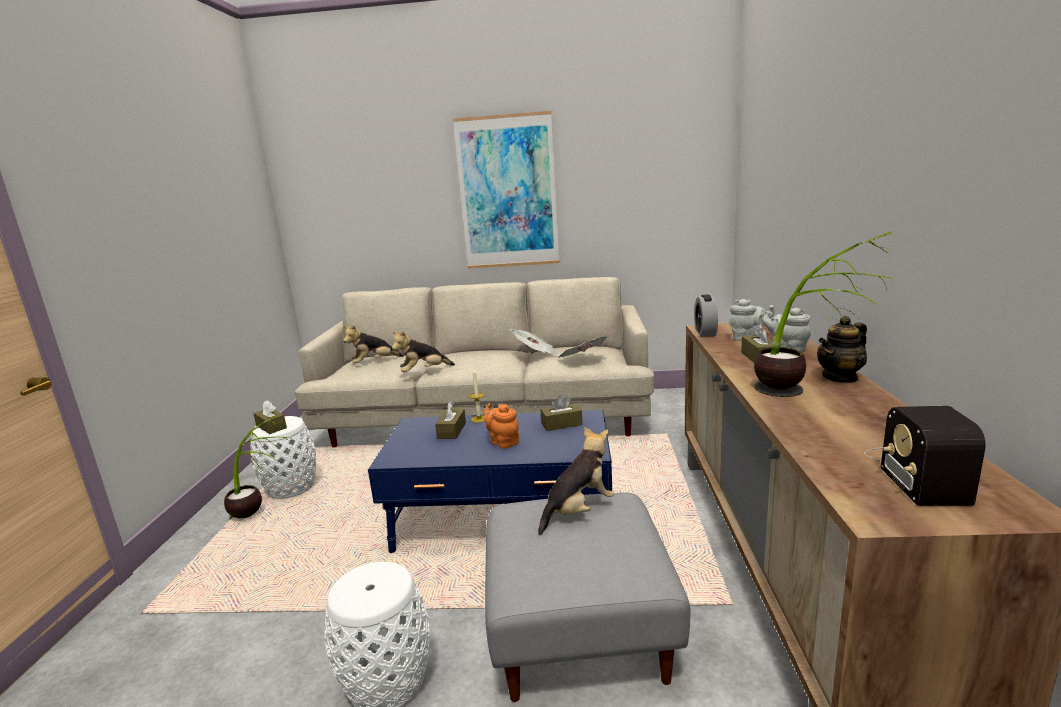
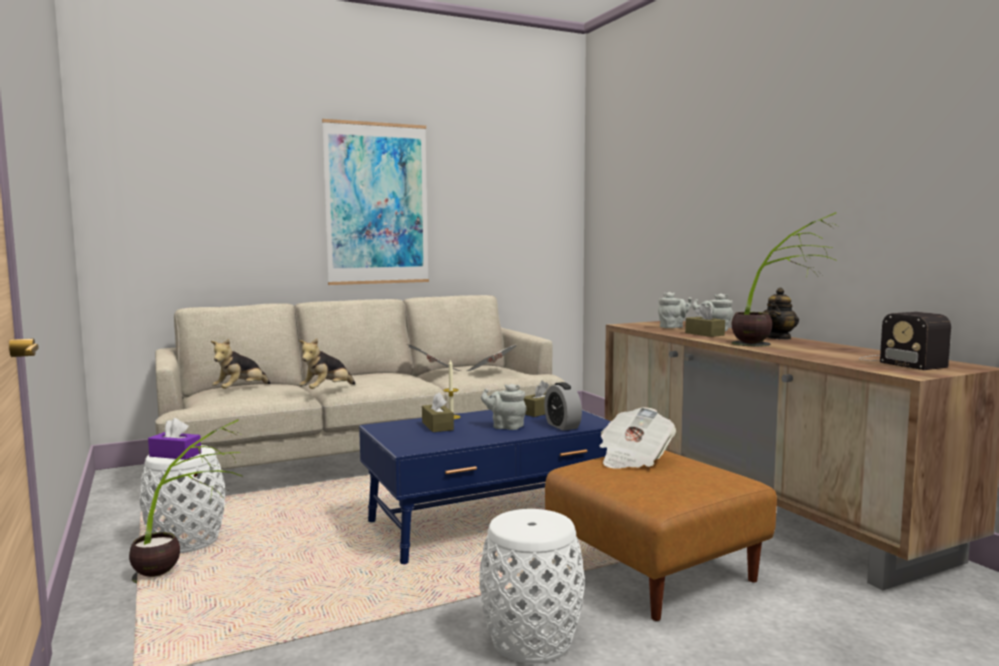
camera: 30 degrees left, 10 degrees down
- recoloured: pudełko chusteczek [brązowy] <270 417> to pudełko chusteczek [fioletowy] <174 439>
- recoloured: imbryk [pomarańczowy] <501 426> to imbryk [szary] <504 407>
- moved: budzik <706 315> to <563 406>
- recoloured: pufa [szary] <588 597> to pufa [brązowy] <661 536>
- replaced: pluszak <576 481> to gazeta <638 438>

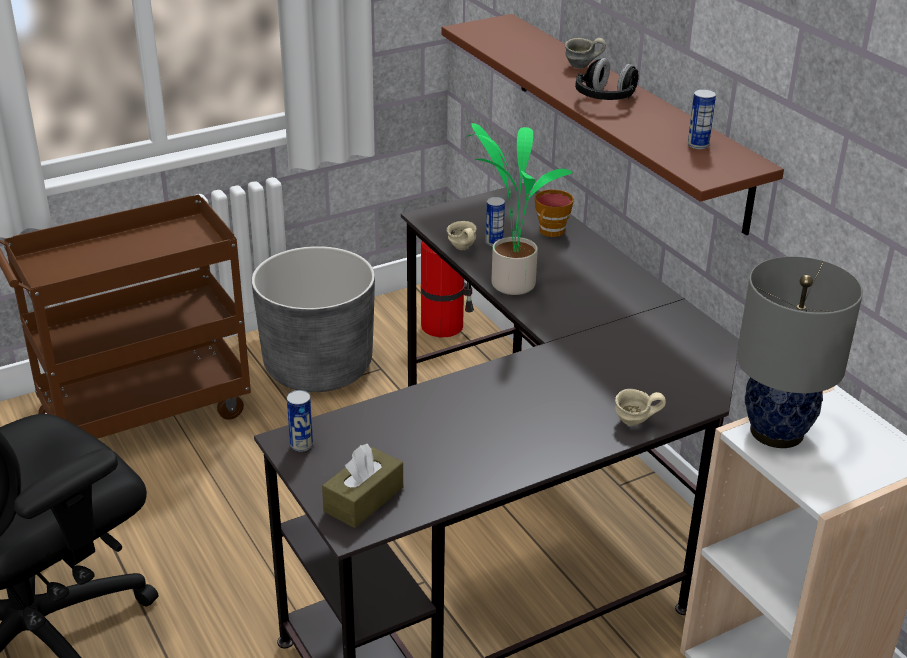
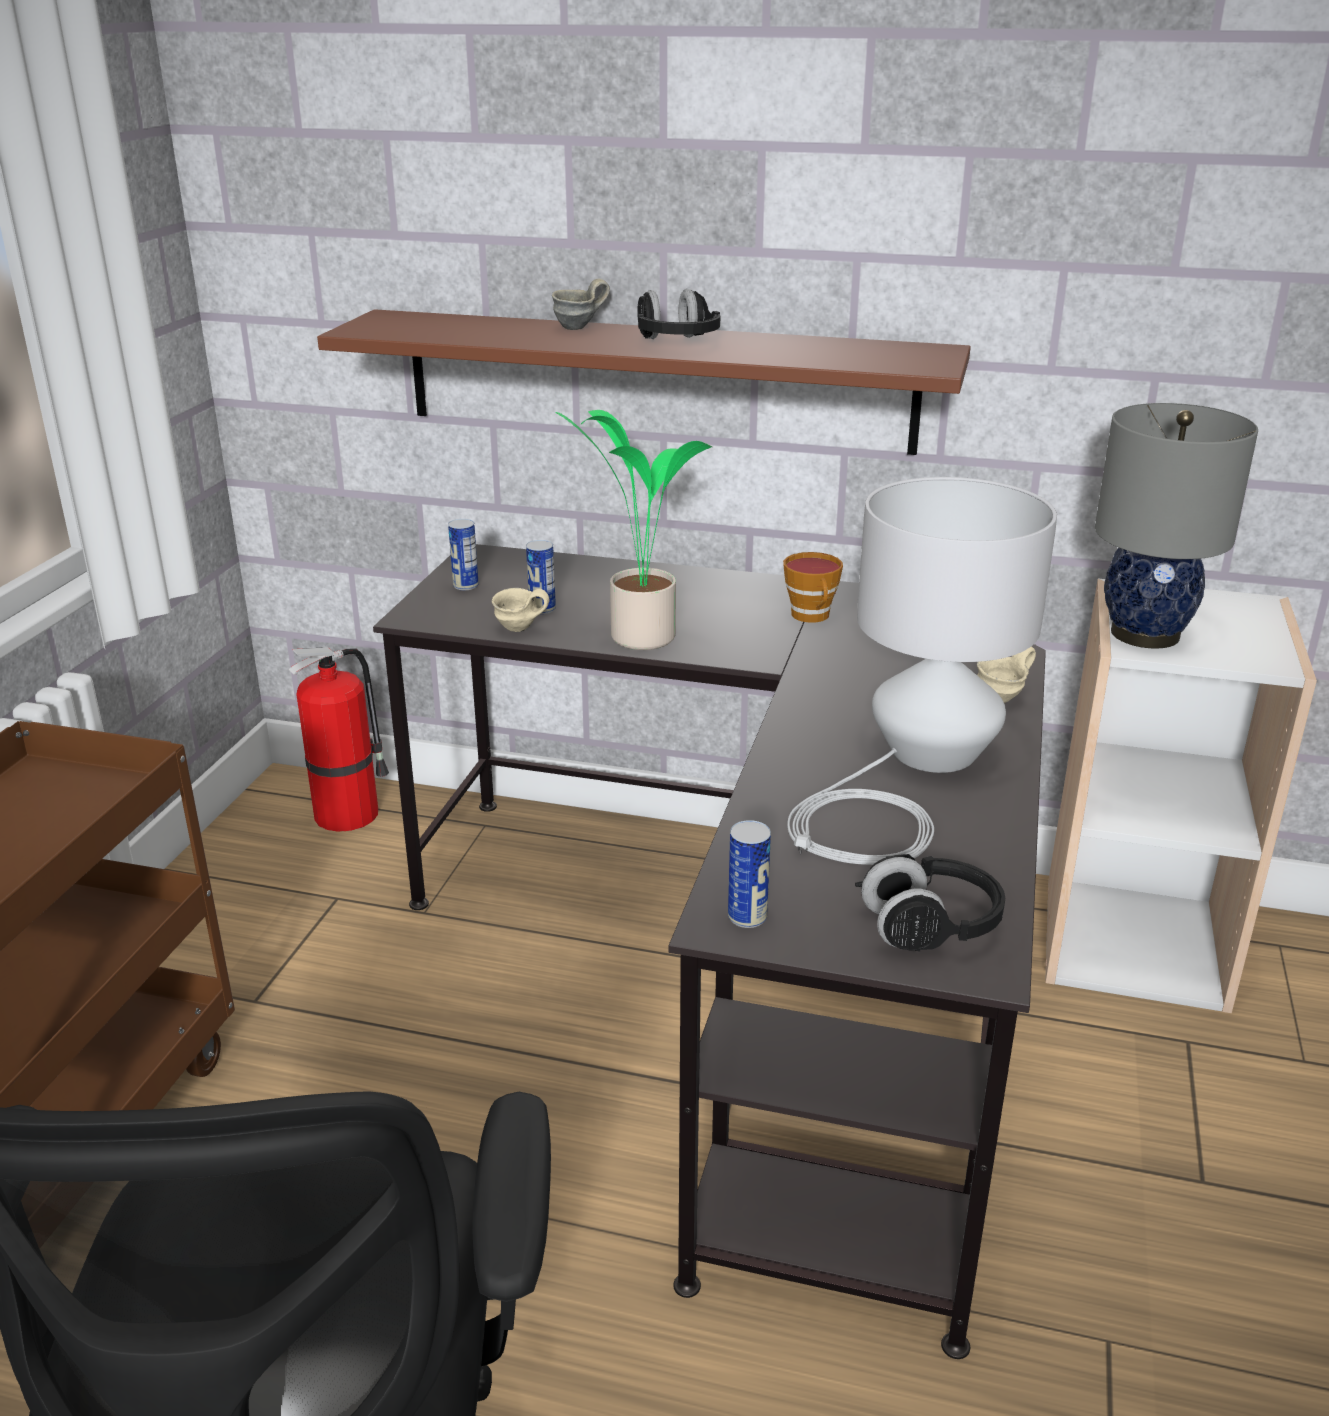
camera: 45 degrees left, 5 degrees down
- moved: puszka <702 119> to <463 554>
- moved: filiżanka <554 213> to <813 587>
- added: lampa stołowa [biały] <922 671>
- replaced: pudełko chusteczek [brązowy] <362 486> to słuchawki [czarny] <930 903>
- removed: donica [szary] <313 319>

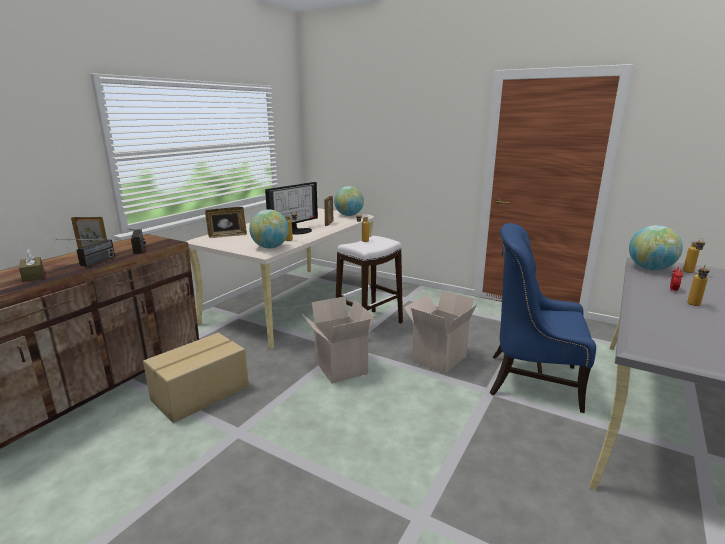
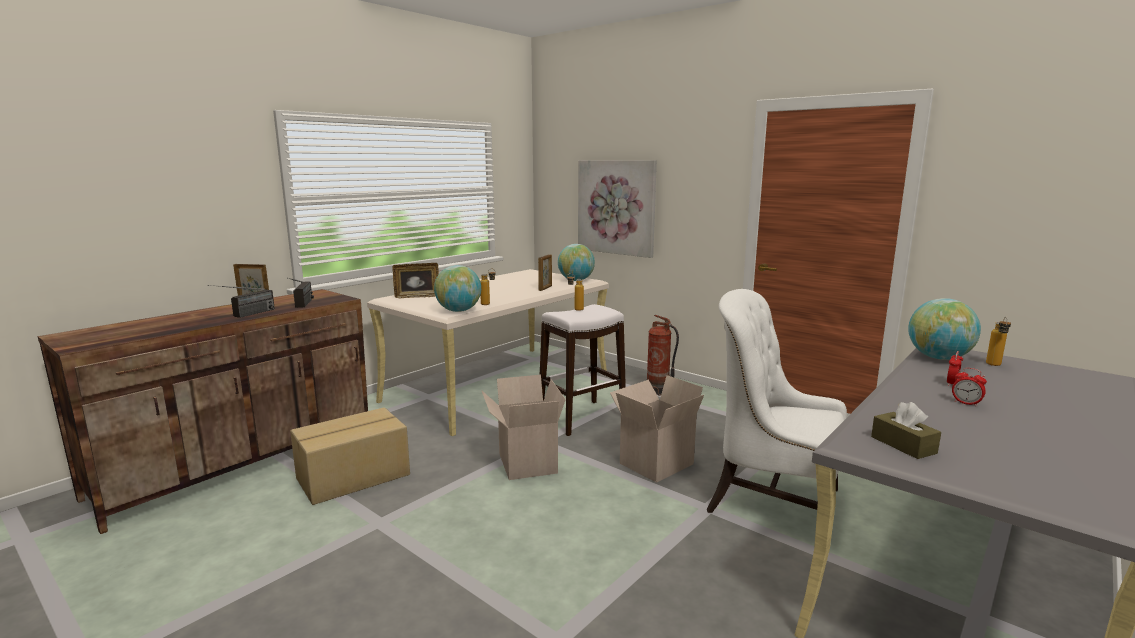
camera: 10 degrees right, 5 degrees down
- added: obraz <617 209>
- added: gaśnica <663 355>
- recoloured: krzesło [niebieski] <543 318> to krzesło [biały] <777 401>
- moved: pudełko chusteczek [brązowy] <31 265> to <906 430>
- replaced: butelka <698 285> to budzik <969 387>
- removed: monitor <291 208>

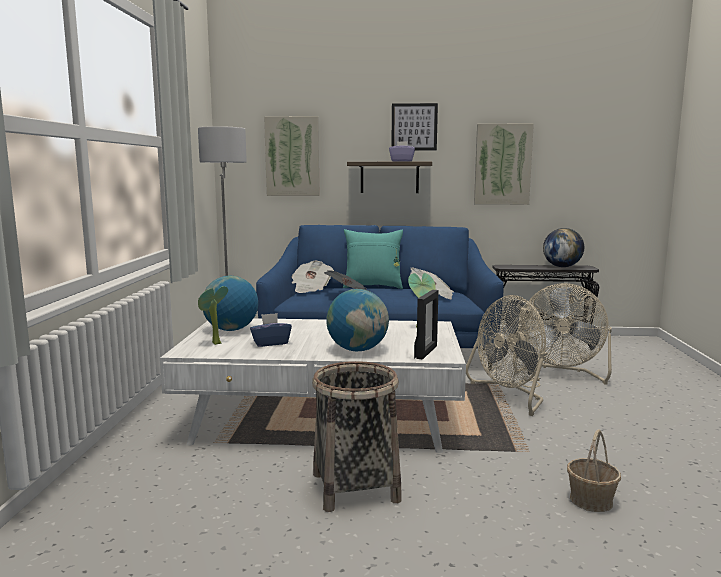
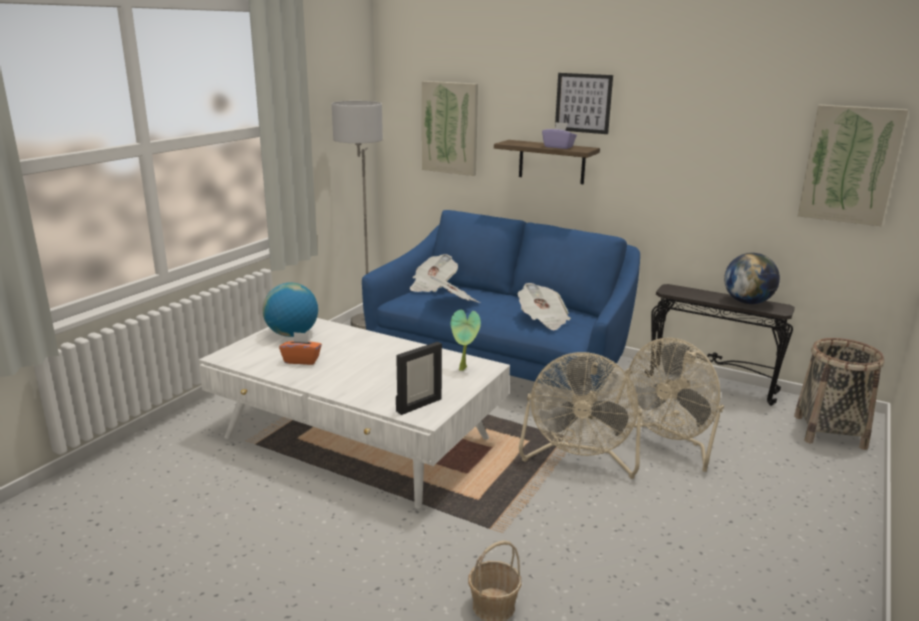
camera: 25 degrees right, 10 degrees up
- recoloured: pudełko chusteczek [niebieski] <271 330> to pudełko chusteczek [pomarańczowy] <300 348>
- turned: wentylator [beżowy] <507 355> = <580 415> 75 degrees counterclockwise
- moved: koszyk <357 436> to <839 394>
- moved: obraz <504 164> to <853 165>
- removed: roślina doniczkowa <213 315>
- removed: globus <357 320>
- removed: poduszka [turkusowy] <373 259>

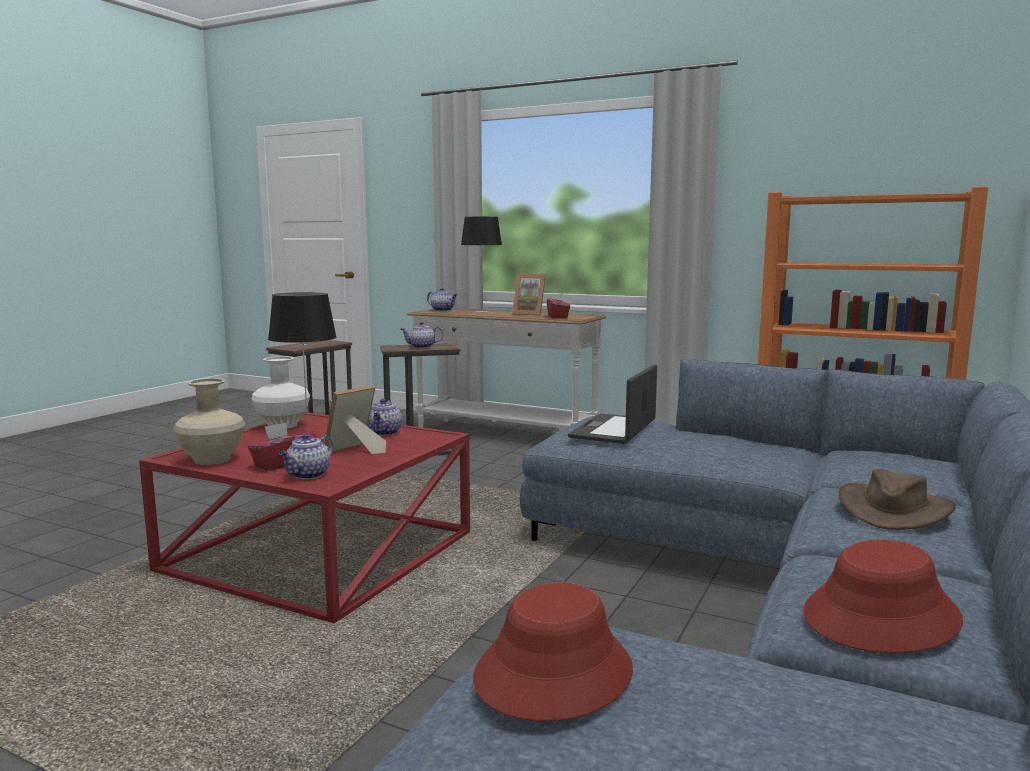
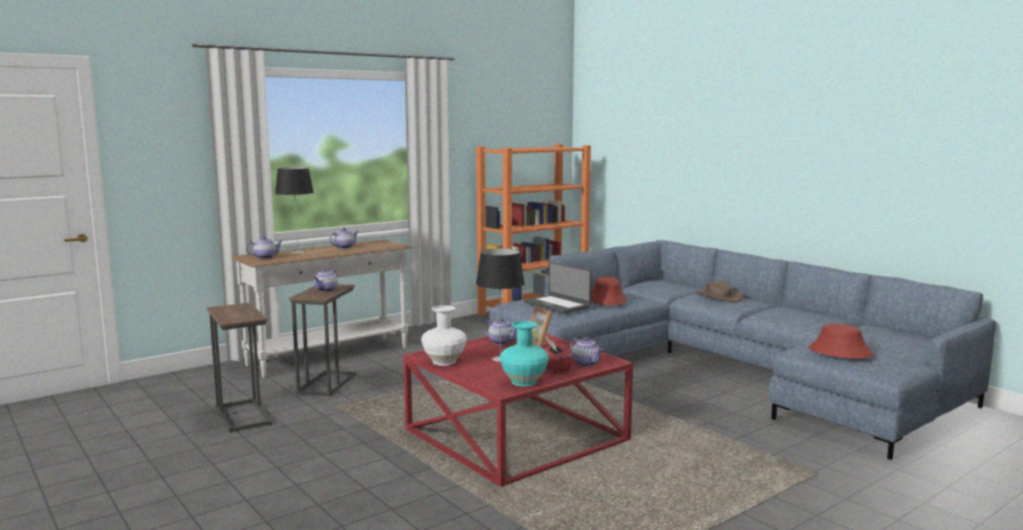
camera: 65 degrees left, 0 degrees up
- replaced: ramka na zdjęcie <529 295> to imbryk <344 238>
- recoloured: wazon [beżowy] <209 421> to wazon [turkusowy] <524 353>
- moved: kapelusz [czerwony] <883 596> to <609 291>
- removed: pudełko chusteczek [czerwony] <558 305>

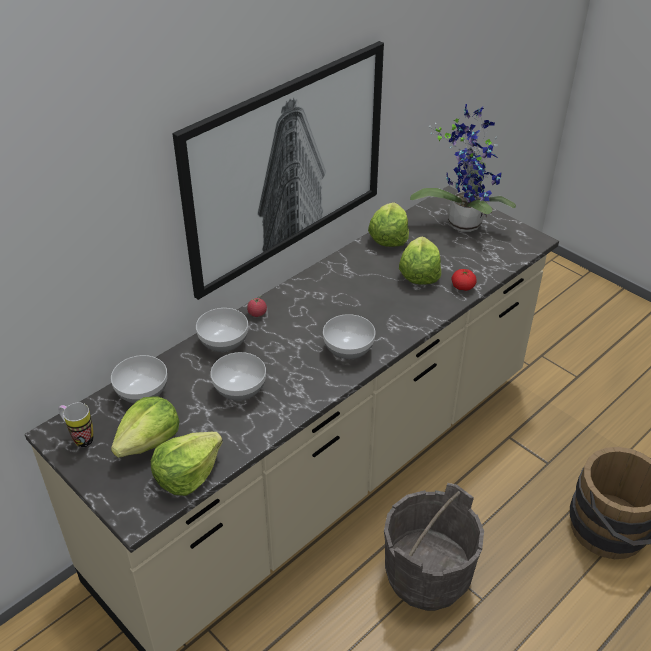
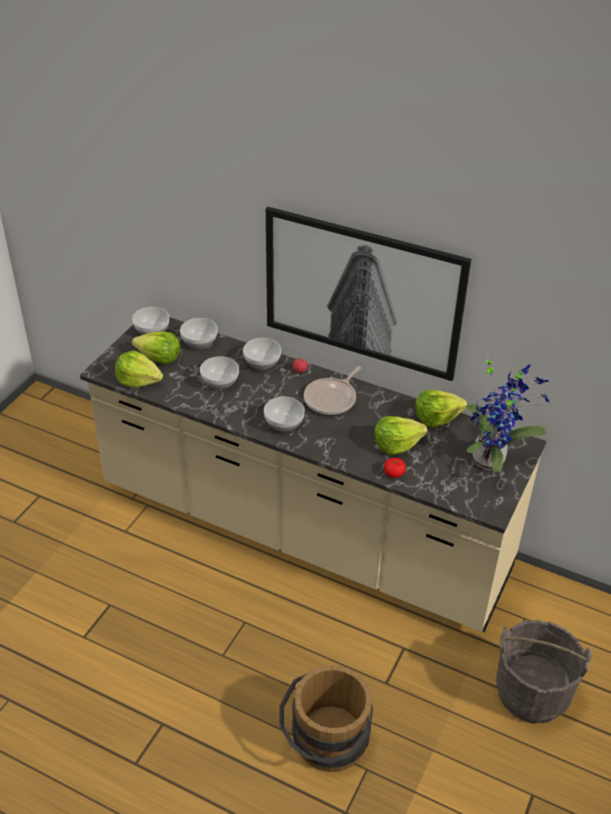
camera: 70 degrees right, 0 degrees up
- replaced: kubek <75 425> to miska <150 321>
- added: patelnia <332 390>
- moved: wiadro [szary] <434 547> to <544 672>

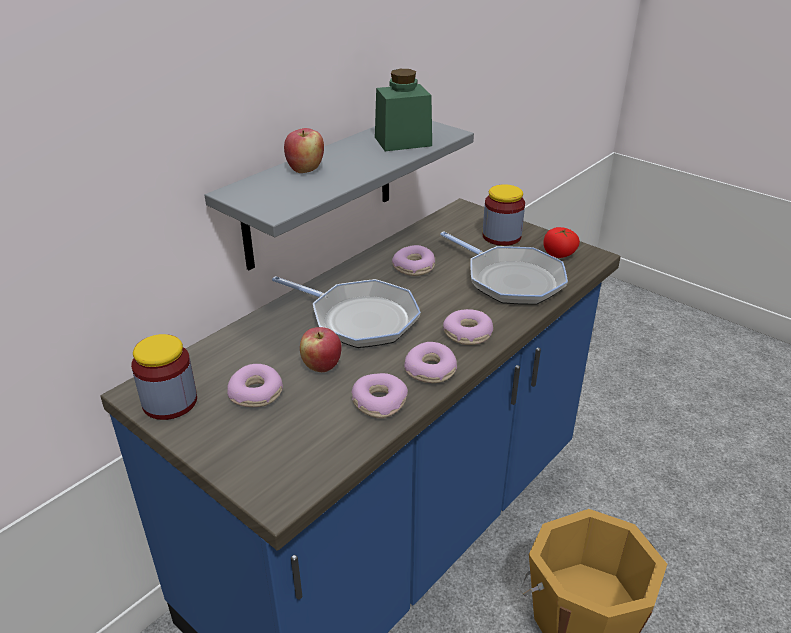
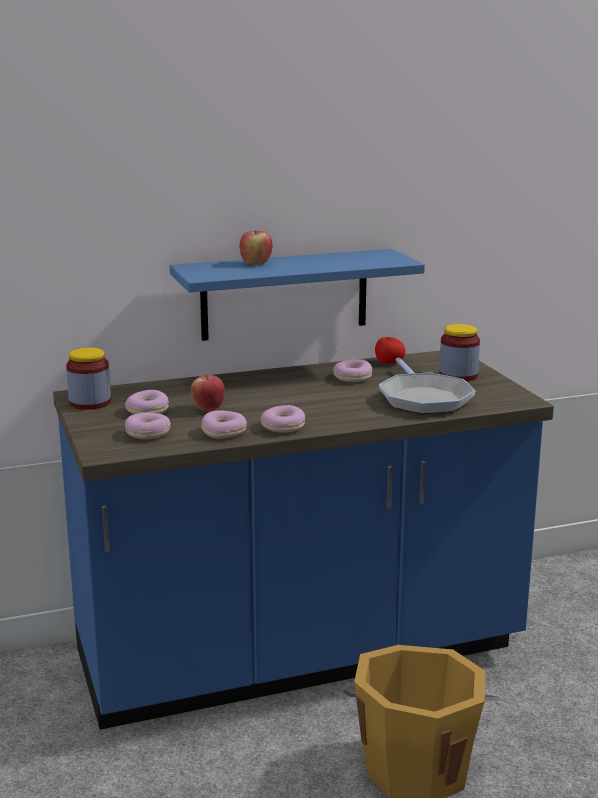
camera: 30 degrees right, 15 degrees down
- moved: donut <468 327> to <148 425>
- recoloured: półka [szary] <339 195> to półka [niebieski] <297 295>
- moved: pomidor <561 242> to <390 350>
- removed: patelnia <346 312>
- removed: słoik [zielony] <403 110>

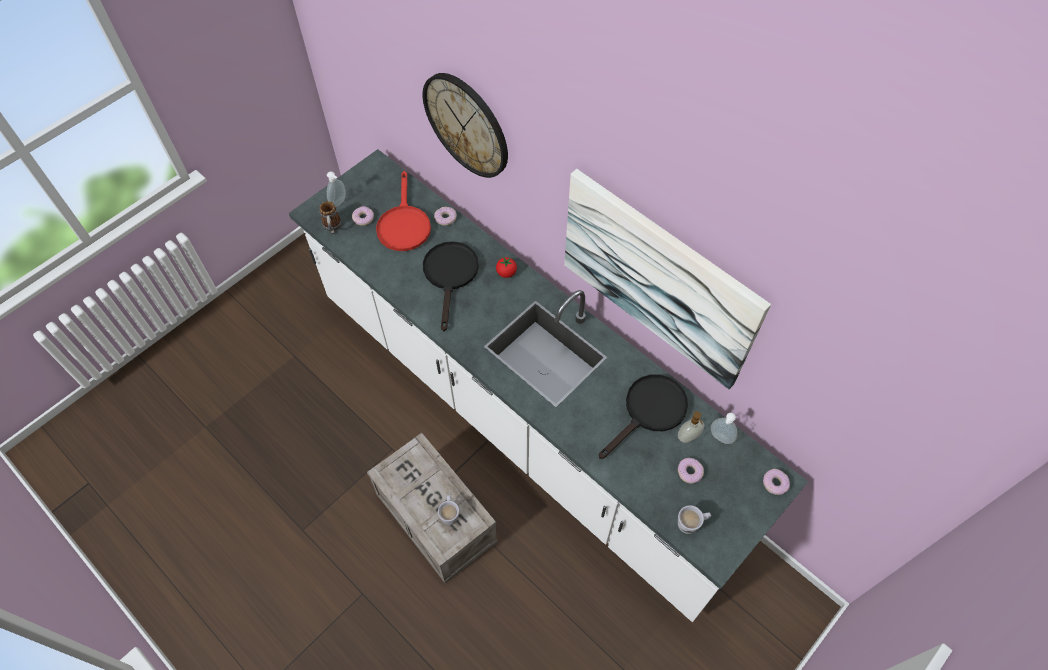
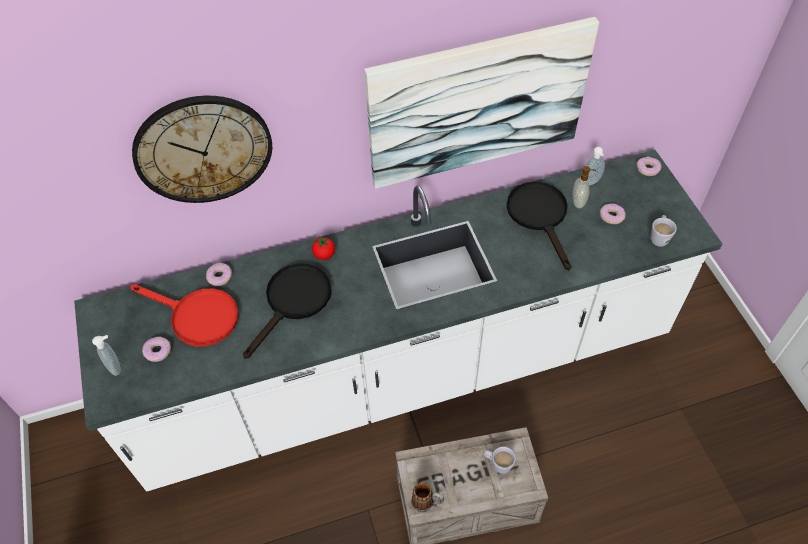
camera: 60 degrees left, 5 degrees down
- turned: patelnia [czarny] <451 286> = <287 311> 90 degrees clockwise
- moved: kubek <330 217> to <427 497>

